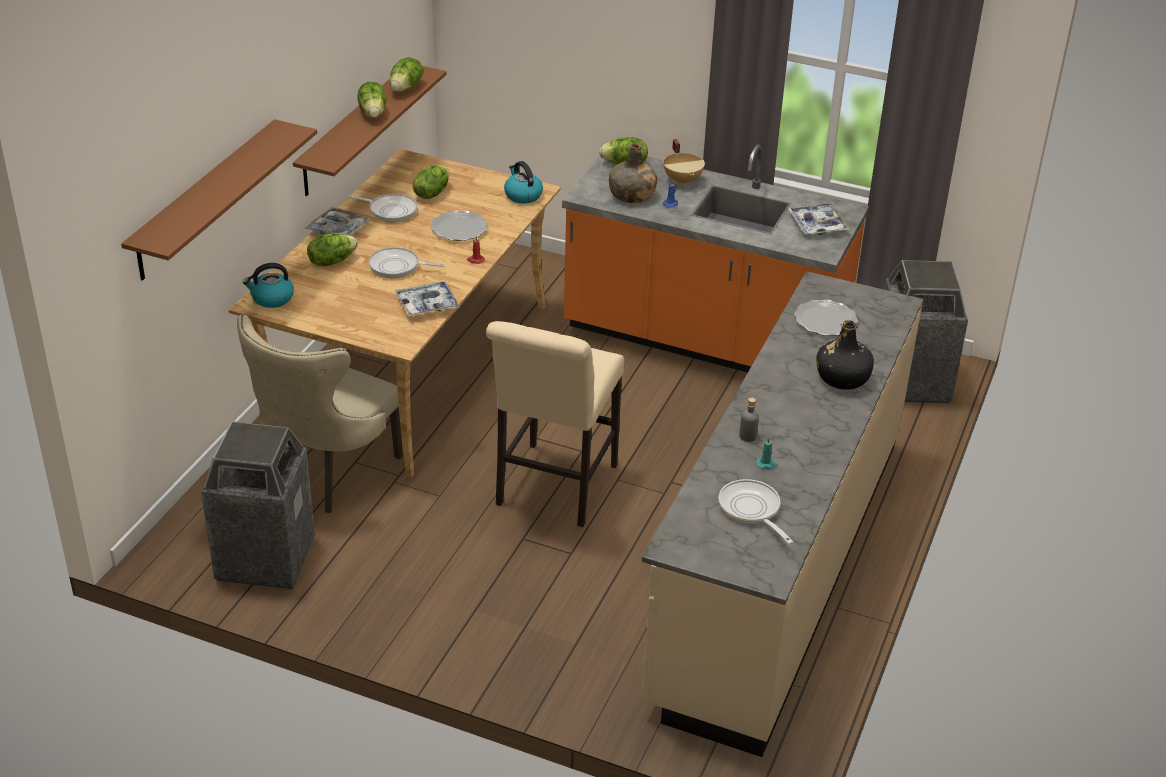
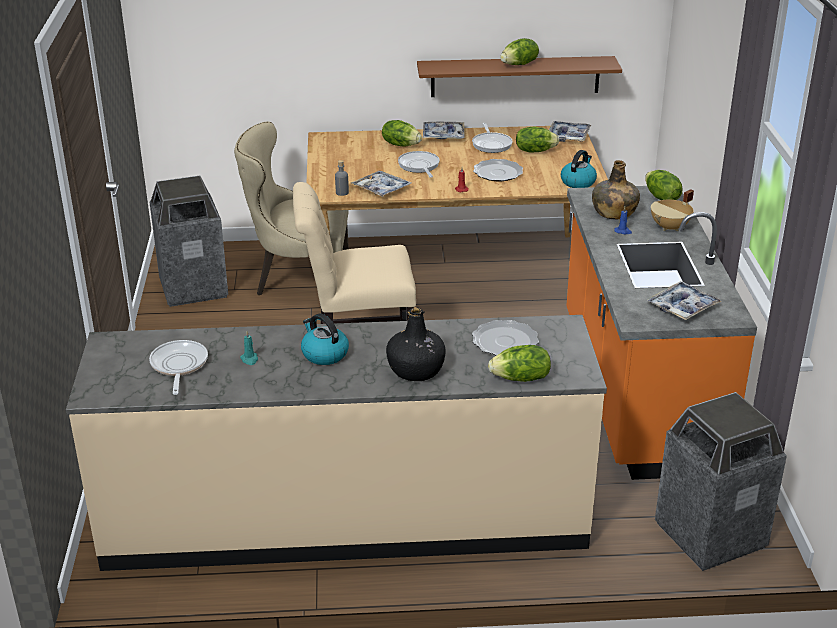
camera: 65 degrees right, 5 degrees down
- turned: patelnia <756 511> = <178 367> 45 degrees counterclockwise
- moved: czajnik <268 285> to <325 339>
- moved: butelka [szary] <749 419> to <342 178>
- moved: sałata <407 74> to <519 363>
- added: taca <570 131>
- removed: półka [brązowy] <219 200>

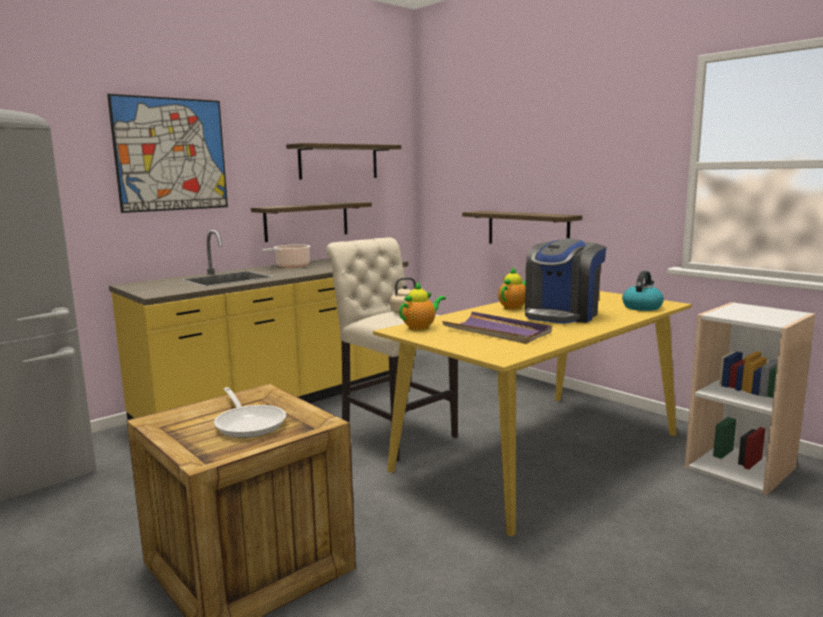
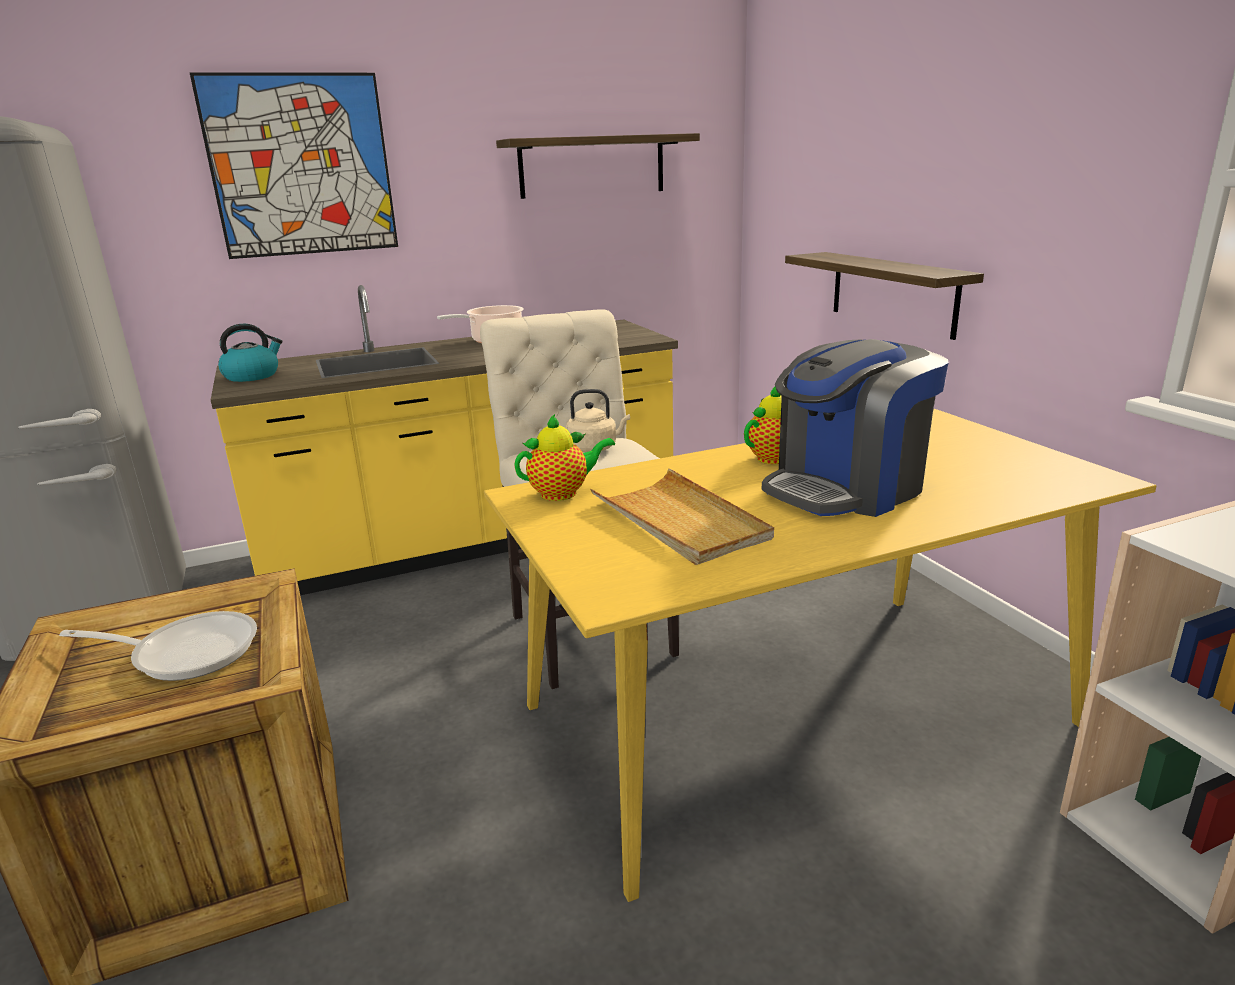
camera: 20 degrees right, 10 degrees up
- turned: patelnia <250 412> = <158 646> 75 degrees counterclockwise
- moved: czajnik <643 291> to <250 353>
- recoloured: taca [fioletowy] <497 328> to taca [beżowy] <682 516>
- removed: półka <311 222>

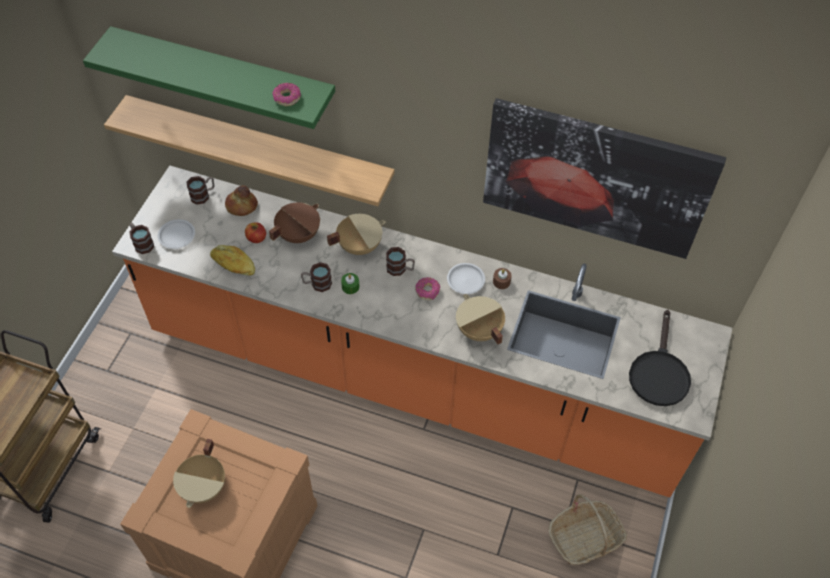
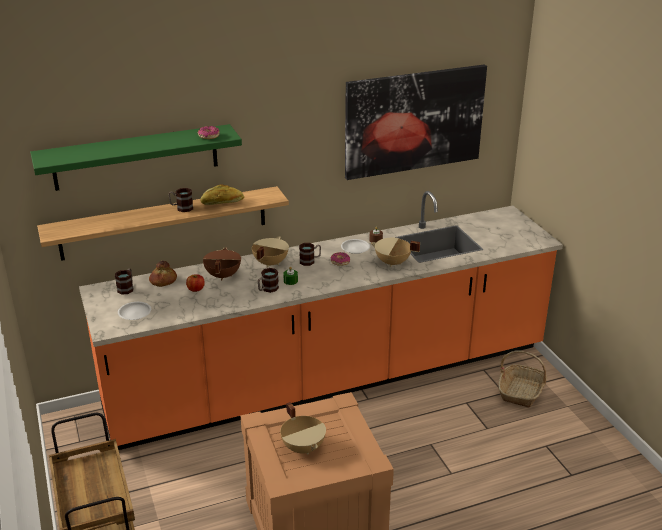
camera: 40 degrees left, 25 degrees down
- moved: kubek <142 238> to <180 200>
- moved: chleb <232 260> to <222 194>
- removed: patelnia [czarny] <660 357>

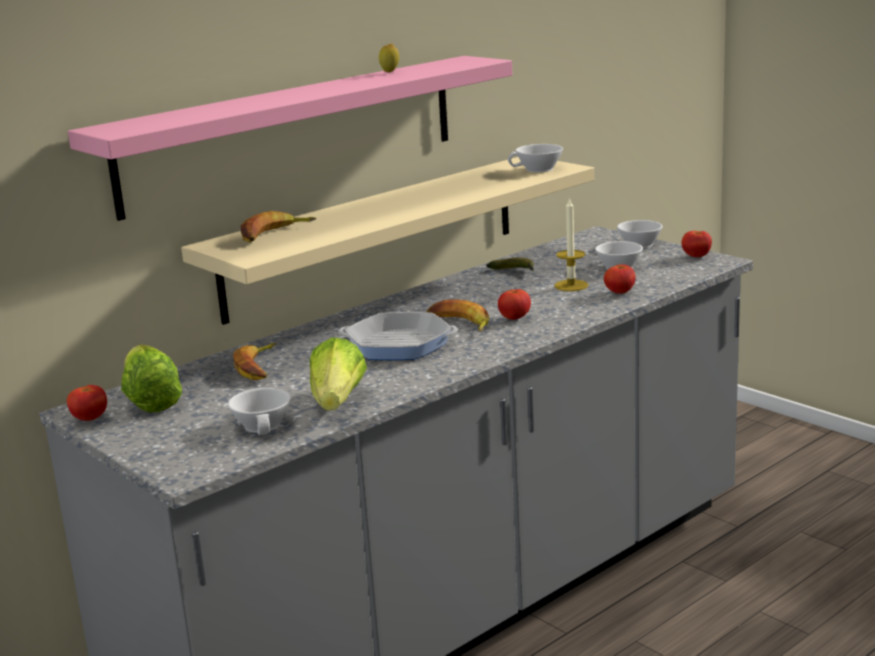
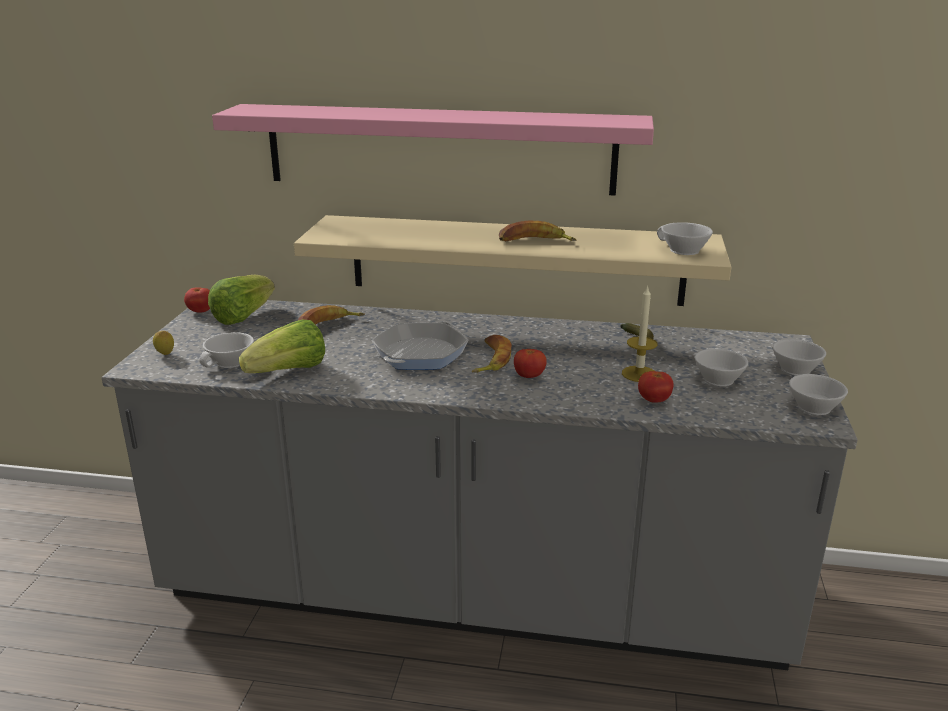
camera: 50 degrees right, 5 degrees up
- moved: cytryna <389 58> to <163 343>
- turned: patelnia <398 336> = <420 346> 120 degrees counterclockwise
- moved: banan <278 226> to <538 231>
- replaced: pomidor <697 244> to filiżanka [biały] <818 394>

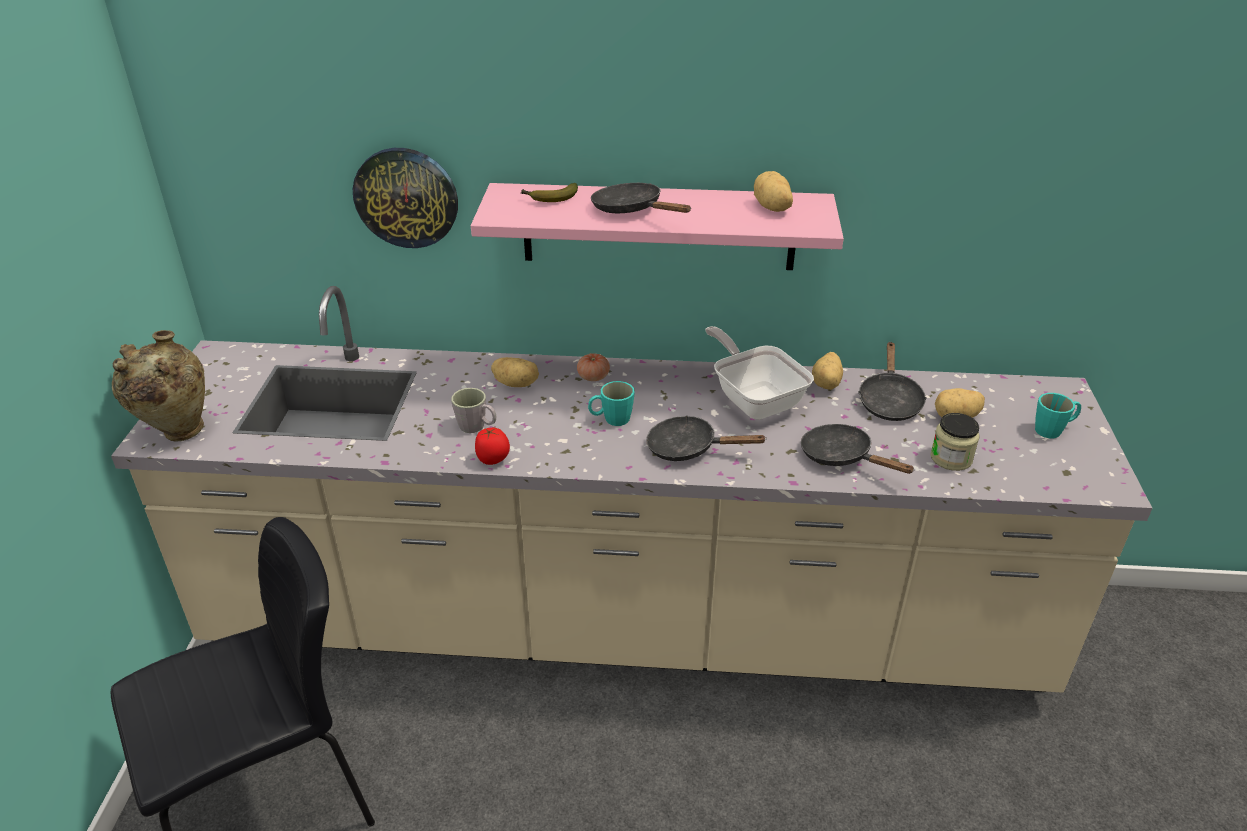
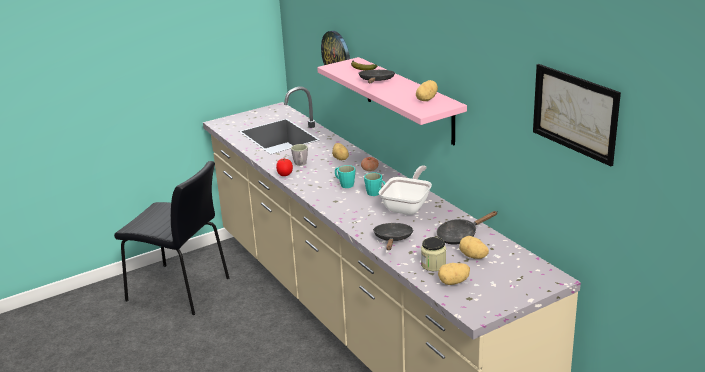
camera: 55 degrees right, 10 degrees down
- moved: kubek [turkusowy] <1058 415> to <375 184>
- moved: ziemniak <827 371> to <454 274>
- added: obraz <577 115>
- removed: wazon [beżowy] <158 386>
- removed: patelnia [czarny] <706 438>

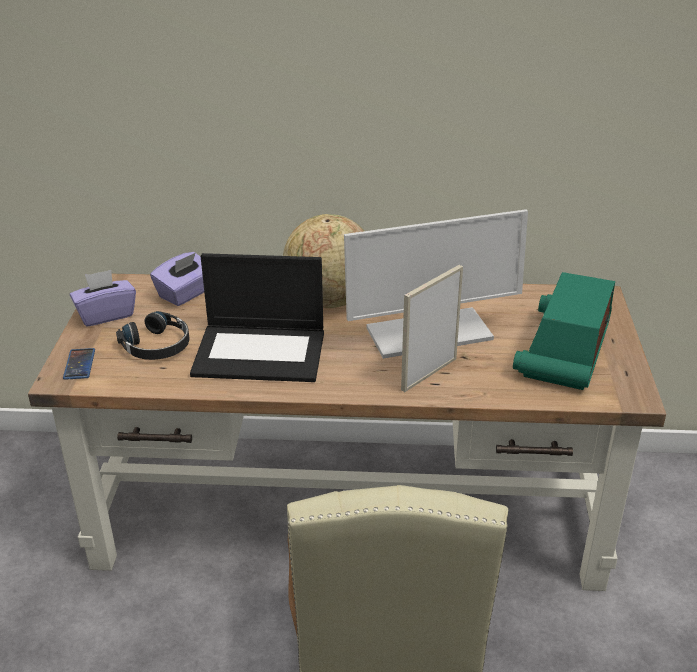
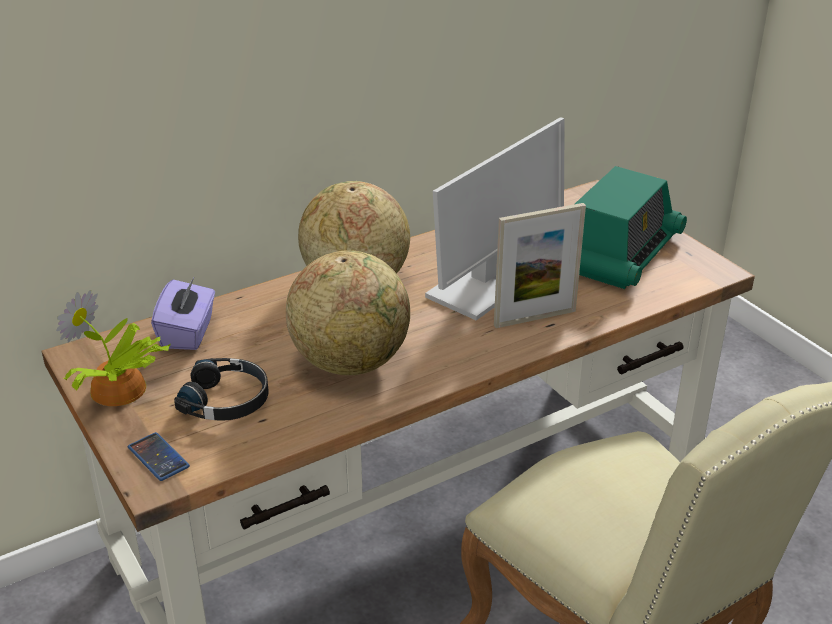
camera: 35 degrees left, 0 degrees up
- replaced: pudełko chusteczek [fioletowy] <103 298> to roślina doniczkowa <113 348>
- replaced: laptop <257 317> to globus <348 312>
- turned: ramka na zdjęcie <432 328> = <540 265> 120 degrees counterclockwise
- turned: radio <564 331> = <631 227> 135 degrees counterclockwise

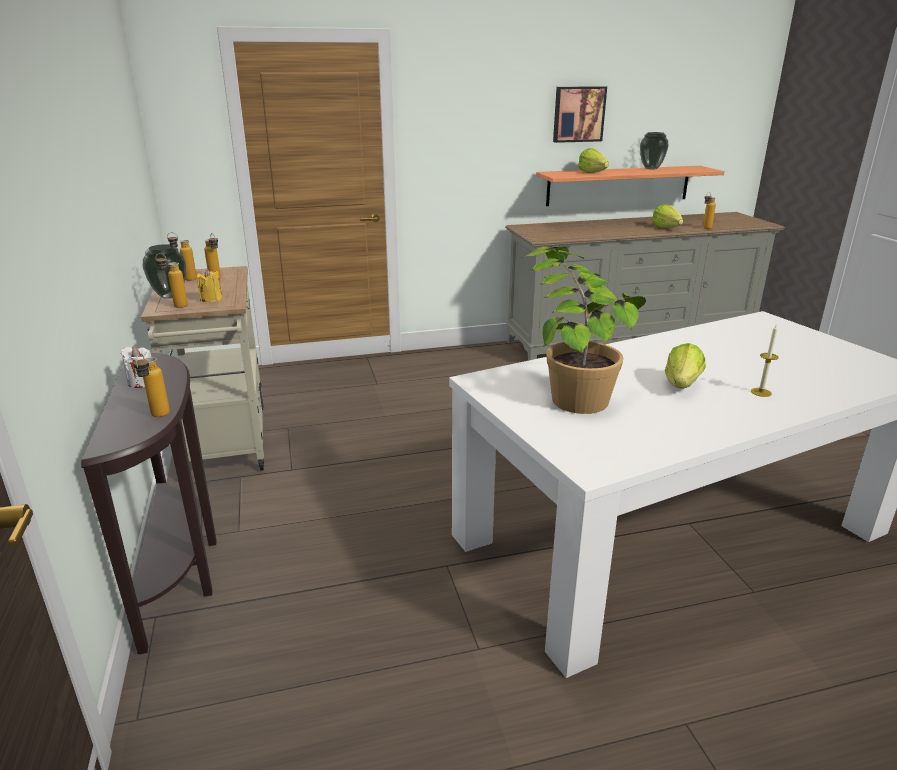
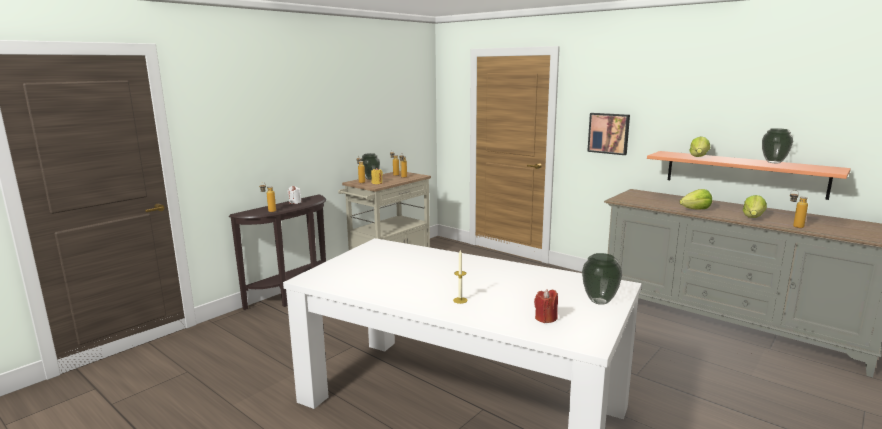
camera: 55 degrees right, 10 degrees down
- added: świeca [czerwony] <546 306>
- added: wazon <602 279>
- moved: obraz <580 114> to <608 134>
- moved: sałata <685 366> to <696 199>
- removed: roślina doniczkowa <584 330>

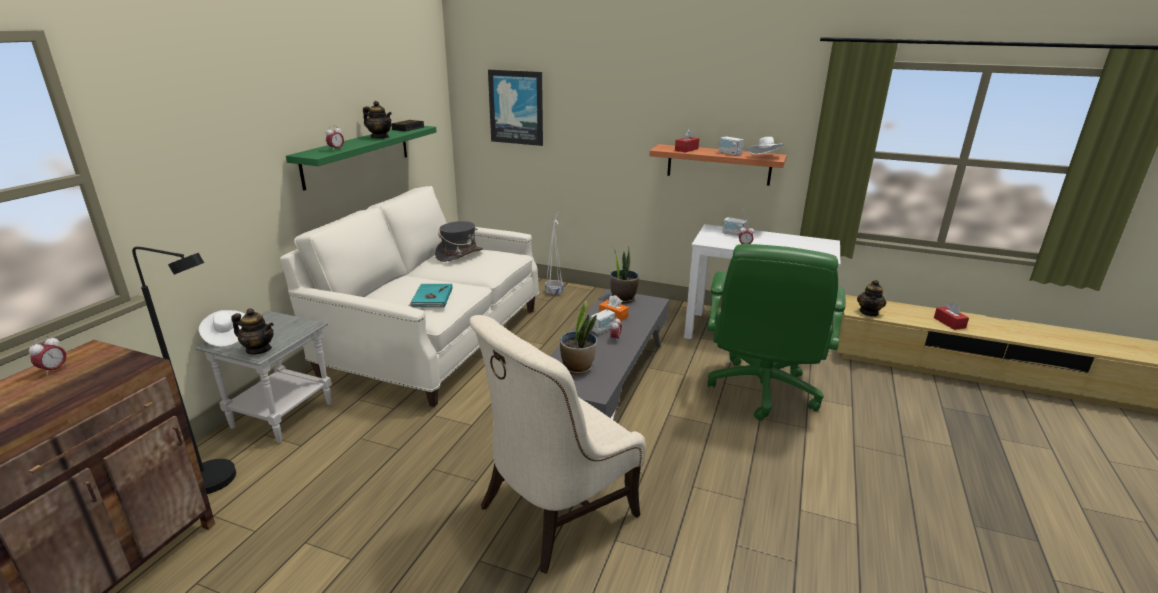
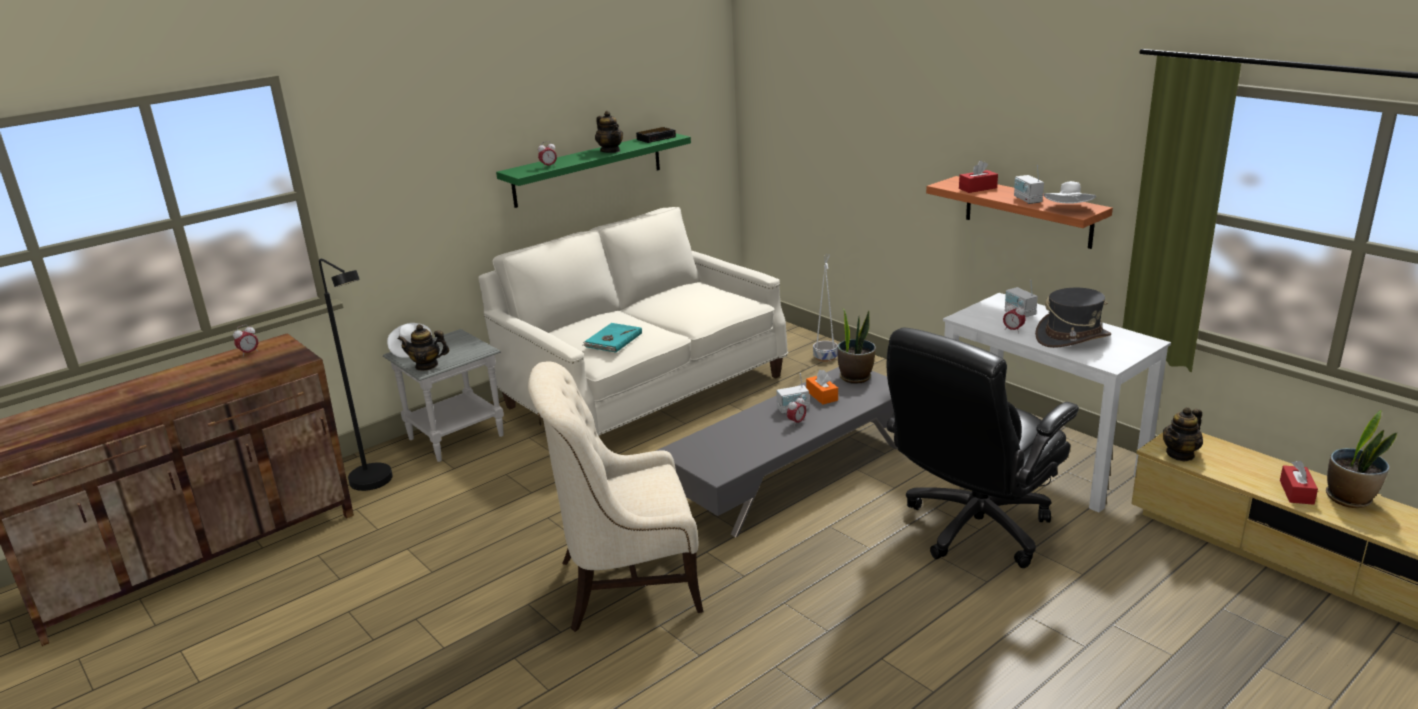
camera: 30 degrees right, 0 degrees up
- turned: imbryk <252 331> = <423 347> 135 degrees clockwise
- recoloured: krzesło biurowe [zielony] <776 332> to krzesło biurowe [czarny] <983 448>
- moved: kapelusz [szary] <459 241> to <1073 318>
- moved: roślina doniczkowa <578 338> to <1361 459>
- removed: obraz <515 108>

